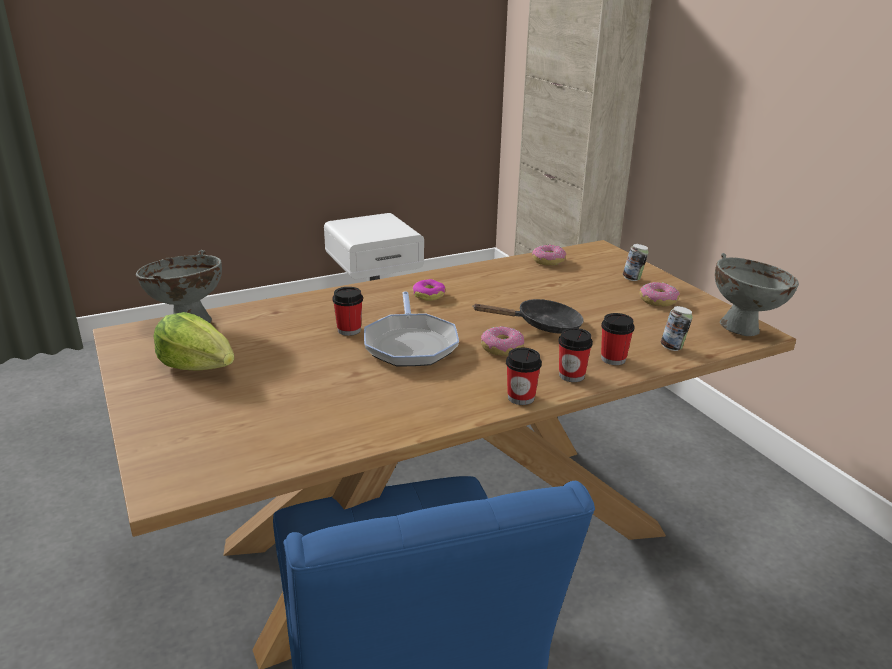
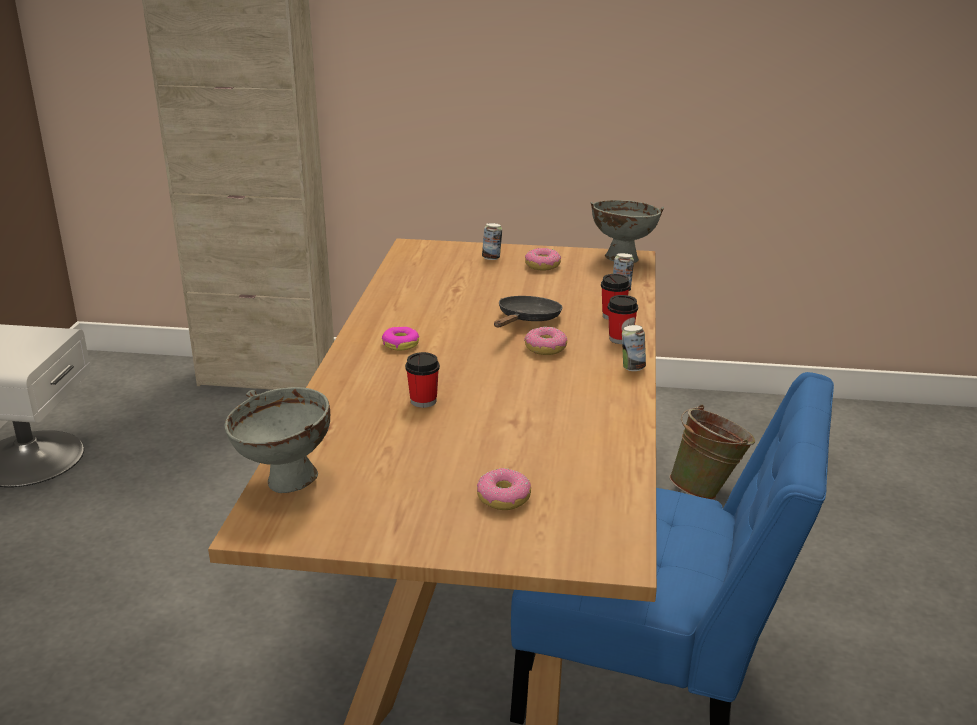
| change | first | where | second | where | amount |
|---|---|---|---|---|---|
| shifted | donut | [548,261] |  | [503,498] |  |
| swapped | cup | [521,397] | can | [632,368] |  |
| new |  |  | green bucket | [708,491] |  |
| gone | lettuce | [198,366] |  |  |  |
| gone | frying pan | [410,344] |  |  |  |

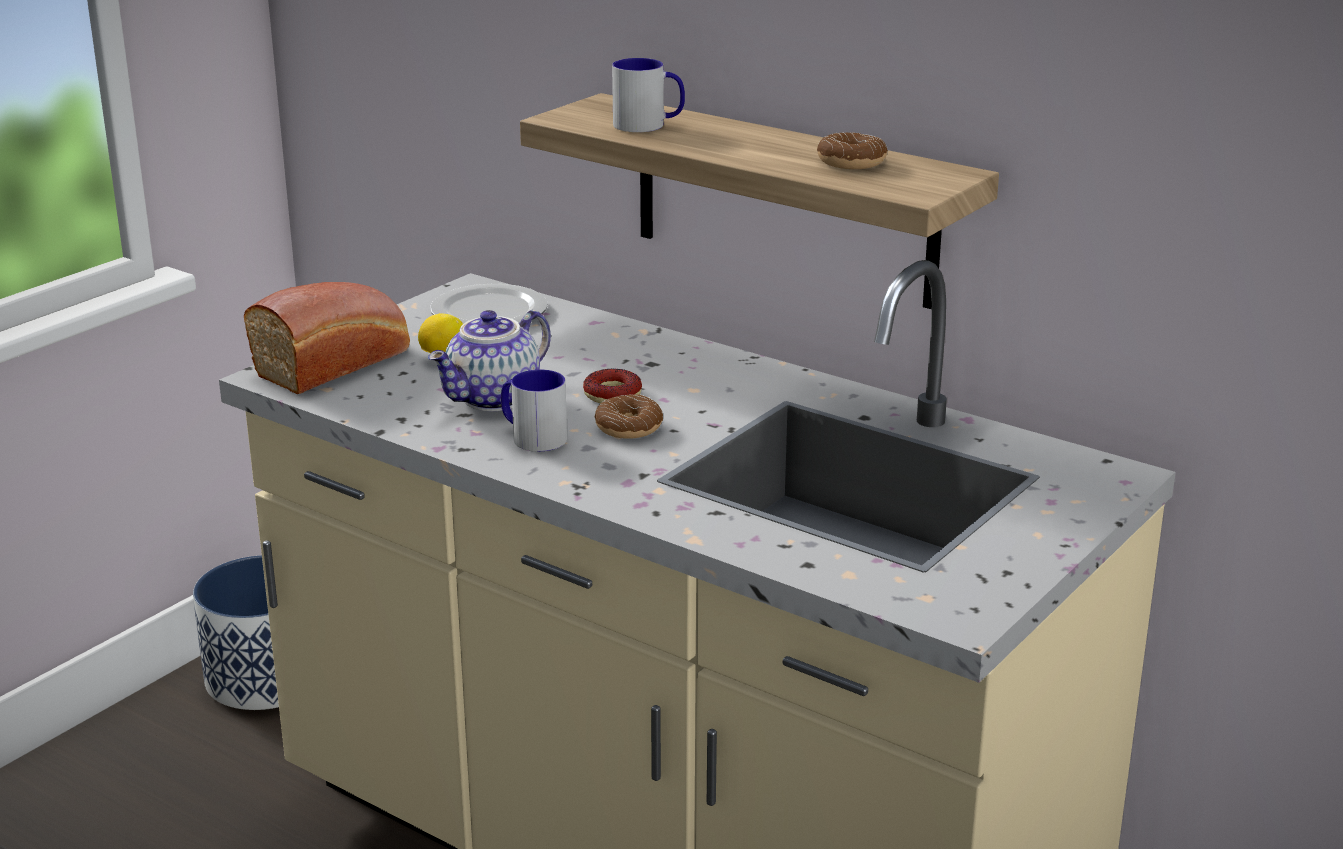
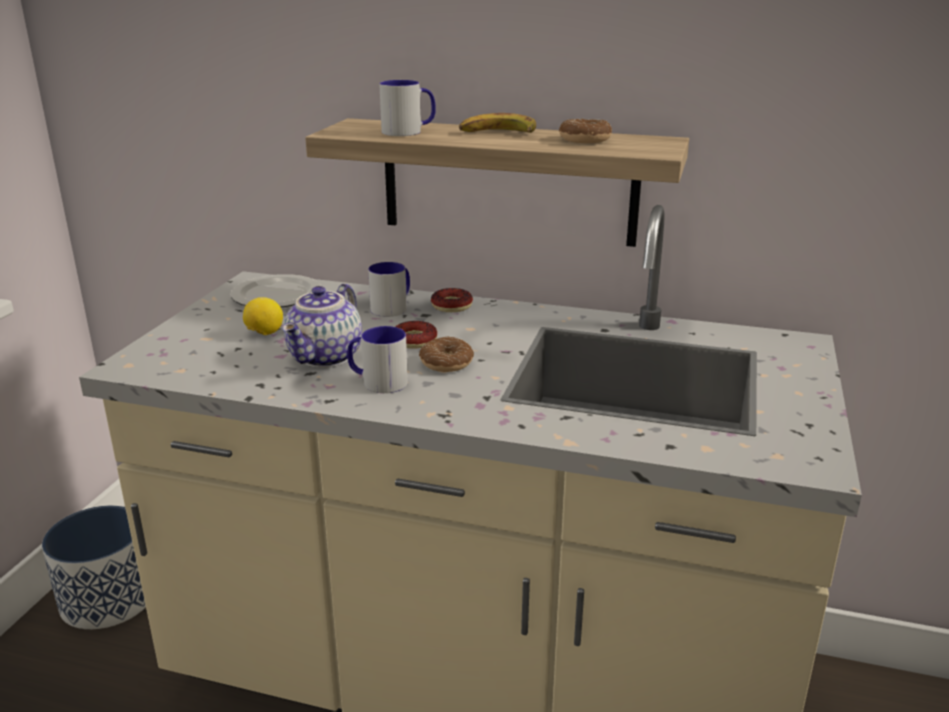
| change | first | where | second | where | amount |
|---|---|---|---|---|---|
| new |  |  | mug | [393,307] |  |
| new |  |  | donut | [452,306] |  |
| new |  |  | banana | [497,133] |  |
| gone | bread | [336,363] |  |  |  |

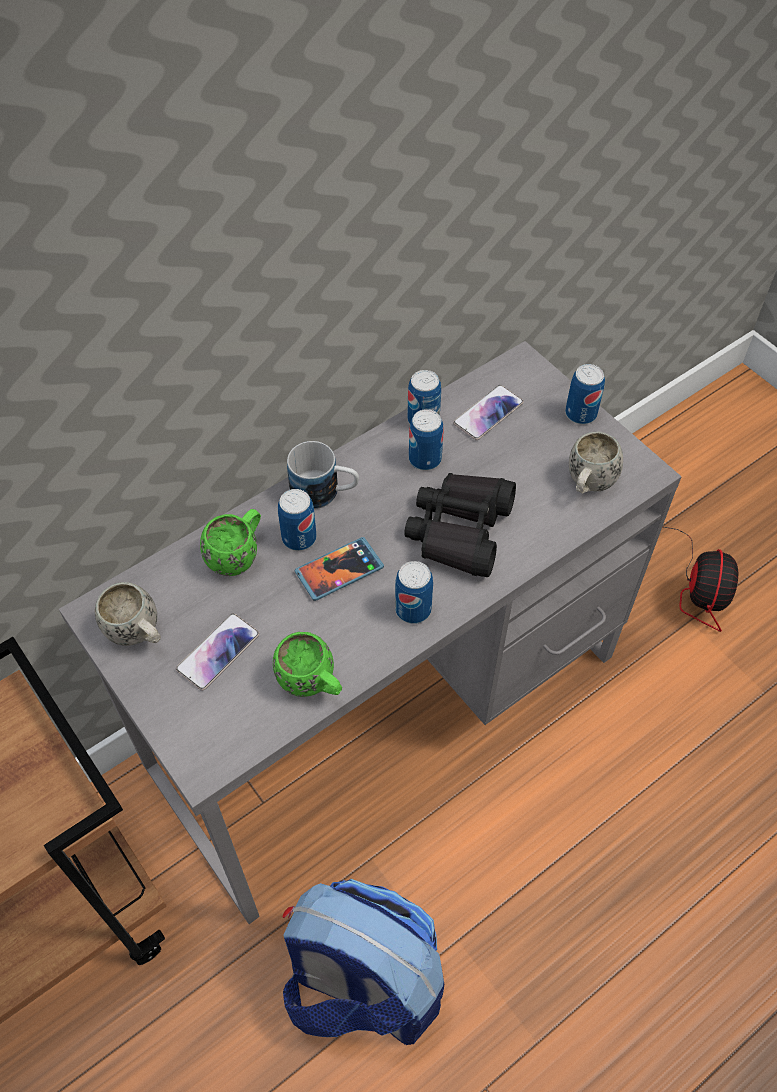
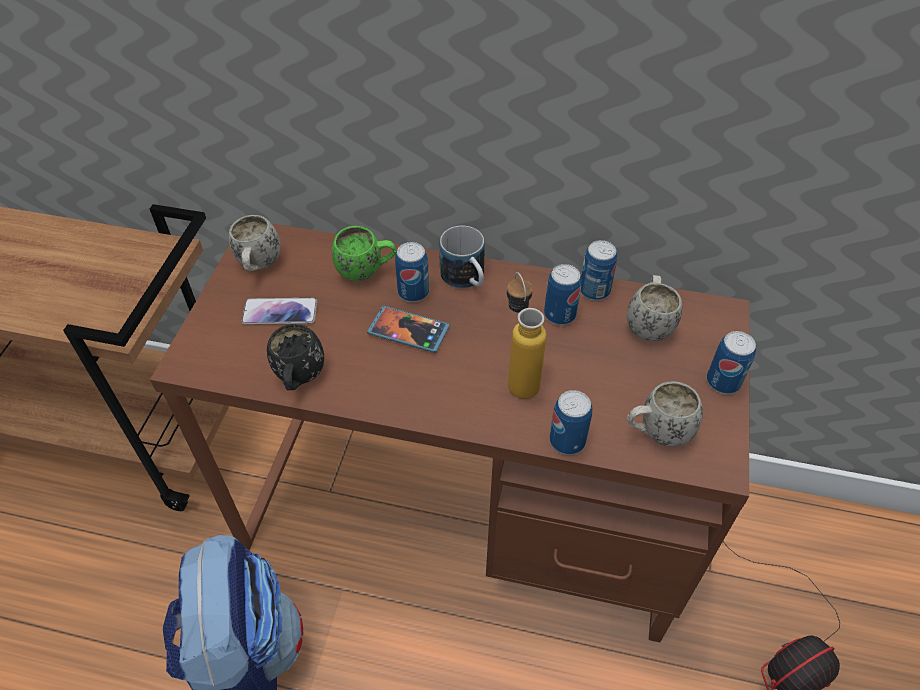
| change | first | where | second | where | amount |
|---|---|---|---|---|---|
| repainted | grey desk | [386,709] | brown desk | [462,514] |  |
| repainted | green mug | [312,684] | black mug | [299,379] |  |
| swapped | black binoculars | [460,530] | bottle | [518,377] |  |
| shifted | can | [413,609] |  | [567,441] |  |
| swapped | phone | [488,413] | white mug | [648,323] |  |

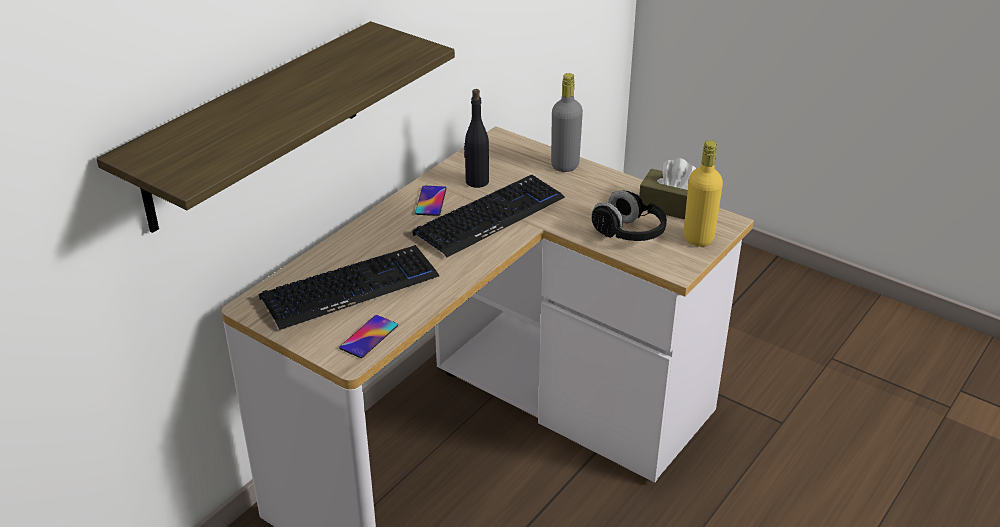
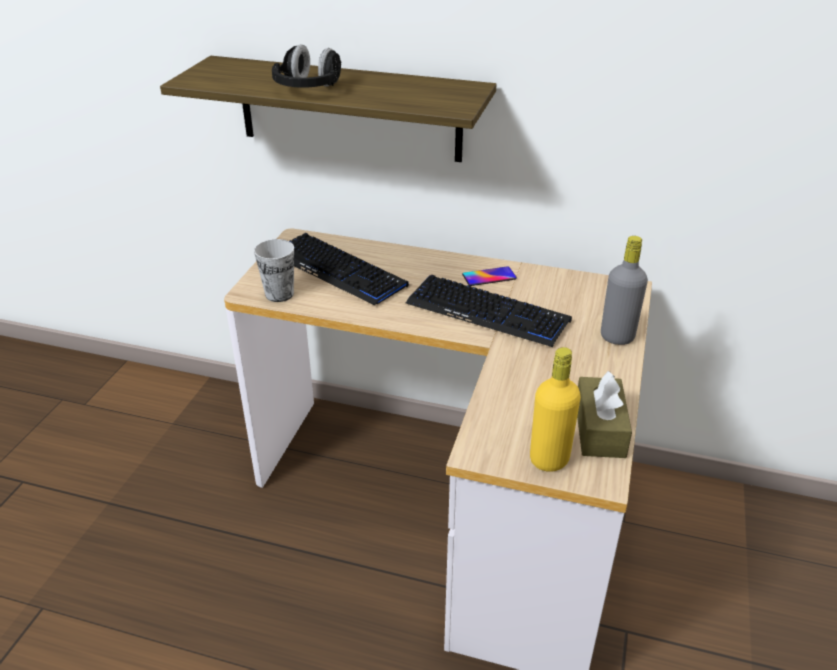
| change | first | where | second | where | amount |
|---|---|---|---|---|---|
| swapped | phone | [369,337] | cup | [279,294] |  |
| shifted | black headphones | [628,233] |  | [309,89] |  |
| gone | black bottle | [476,181] |  |  |  |

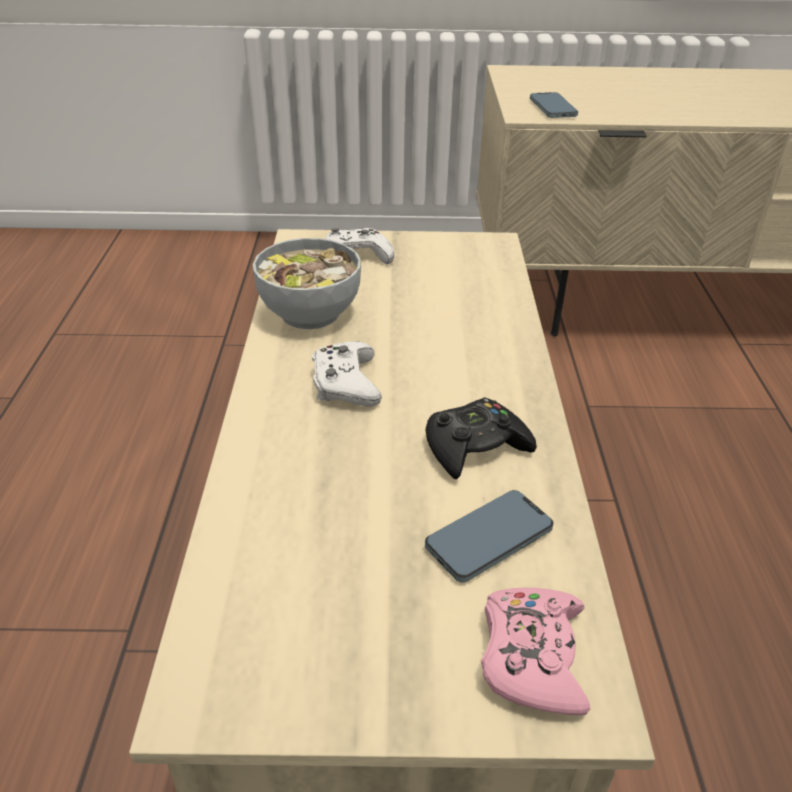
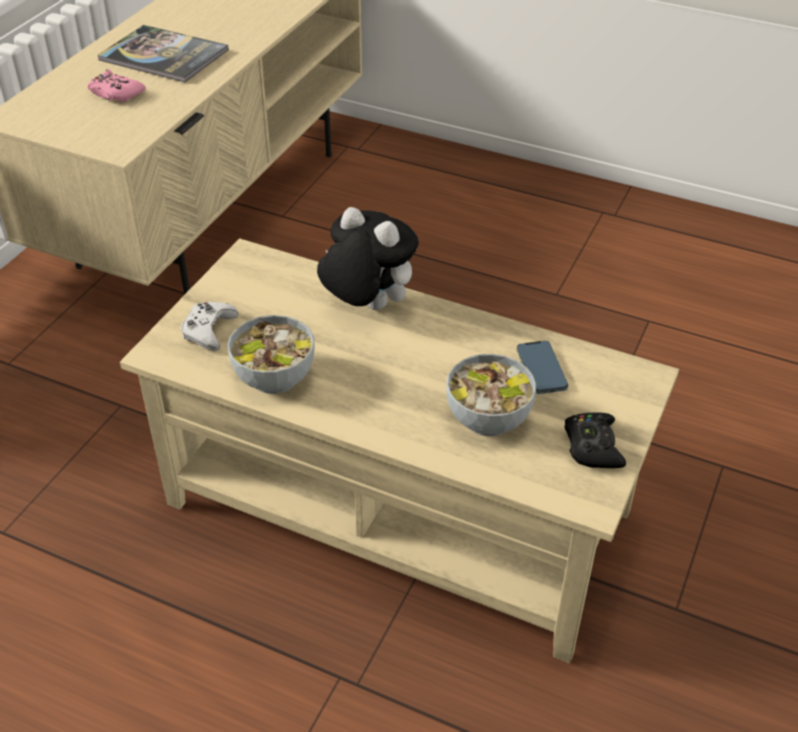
| change | first | where | second | where | amount |
|---|---|---|---|---|---|
| shifted | pink game controller | [532,656] |  | [115,93] |  |
| new |  |  | book | [164,55] |  |
| new |  |  | plush toy | [366,306] |  |
| new |  |  | bowl | [488,418] |  |
| shifted | black game controller | [475,446] |  | [592,446] |  |
| gone | white game controller | [345,383] |  |  |  |
| gone | phone | [552,109] |  |  |  |

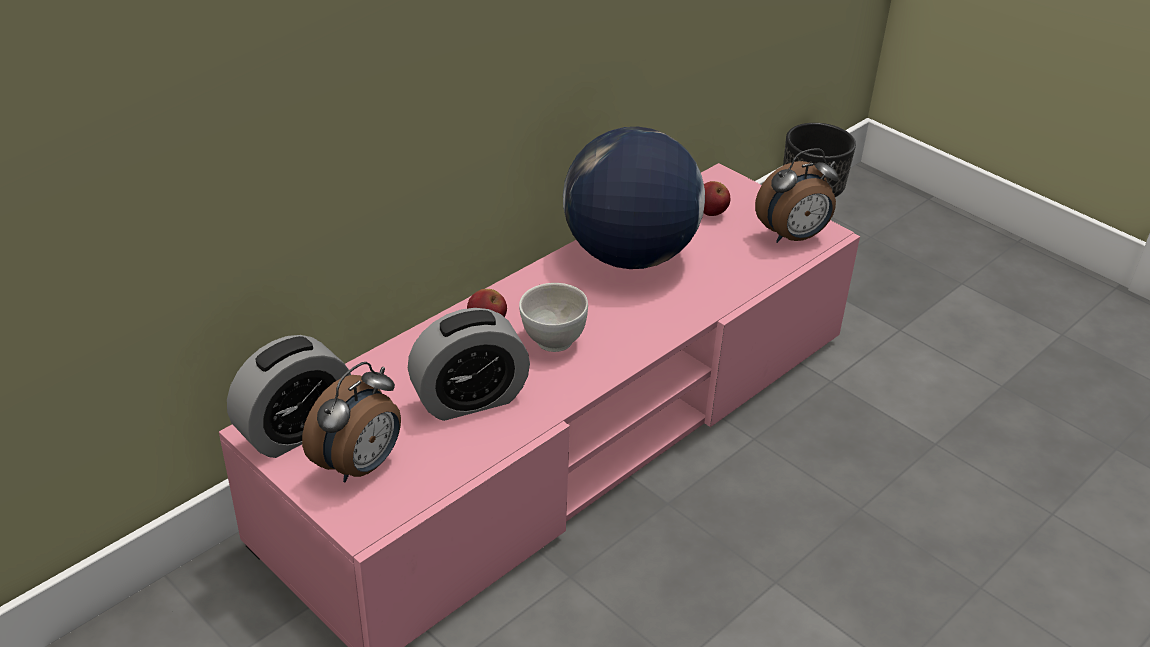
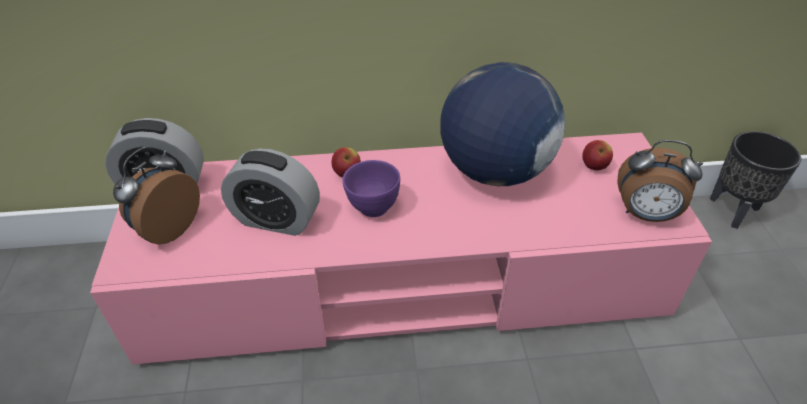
| change | first | where | second | where | amount |
|---|---|---|---|---|---|
| rotated | alarm clock | [360,465] |  | [167,228] | 135 degrees clockwise |
| repainted | white bowl | [552,341] | purple bowl | [372,207] |  |

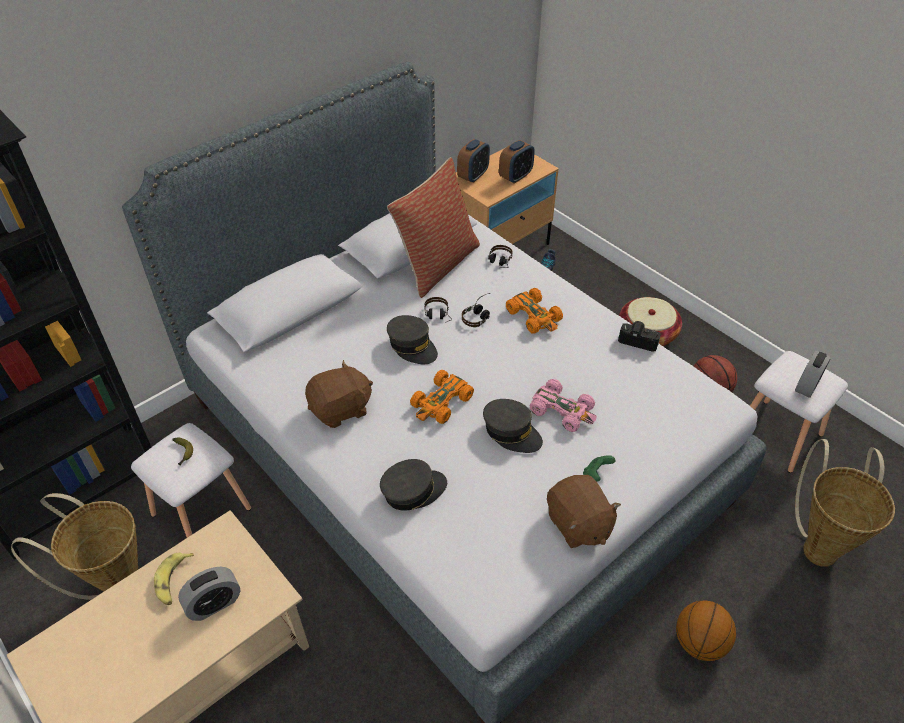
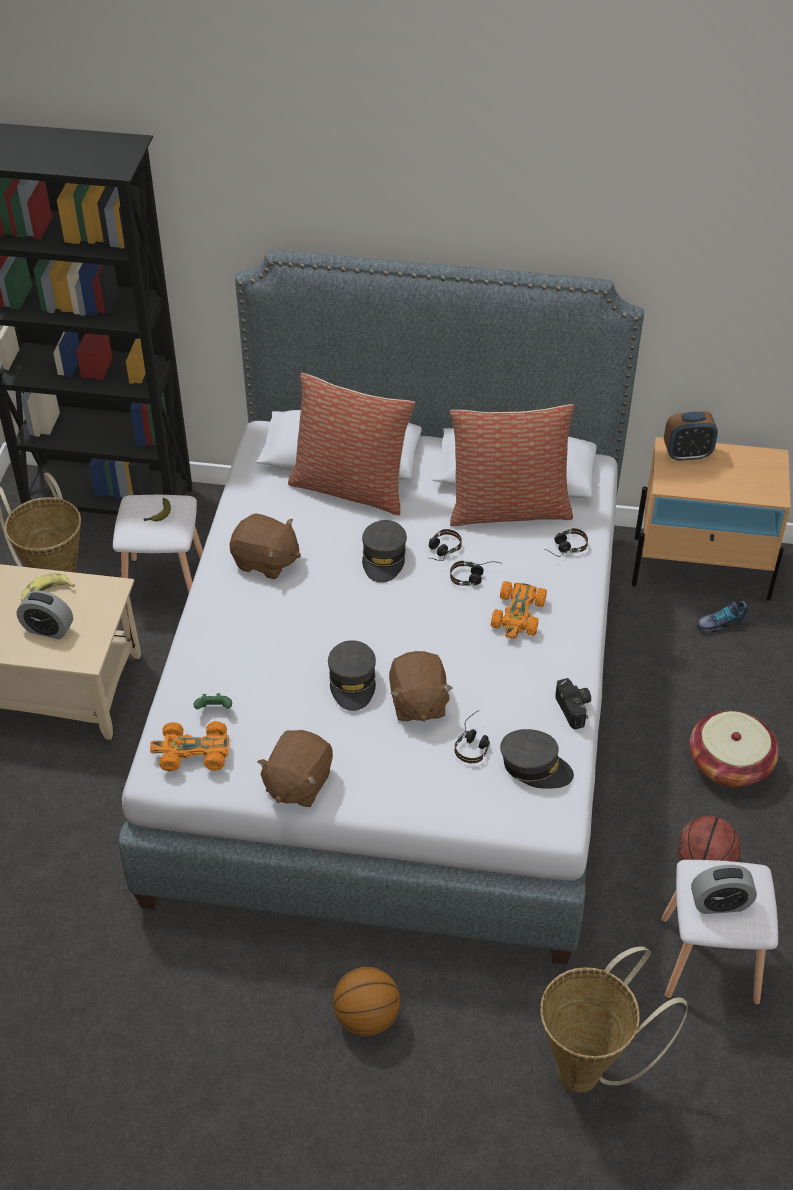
| change | first | where | second | where | amount |
|---|---|---|---|---|---|
| shifted | orange toy car | [441,402] |  | [193,753] |  |
| shifted | green game controller | [596,474] |  | [214,709] |  |
| new |  |  | pillow | [351,487] |  |
| swapped | pink toy car | [562,410] | brown plush toy | [417,703] |  |
| new |  |  | headphones | [474,743] |  |
| shifted | grey cap | [413,491] |  | [535,767] |  |
| gone | alarm clock | [515,177] |  |  |  |

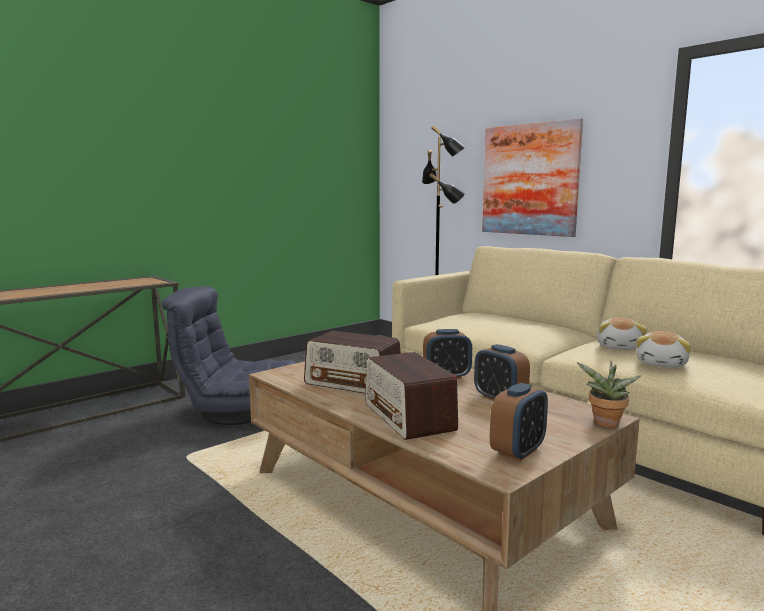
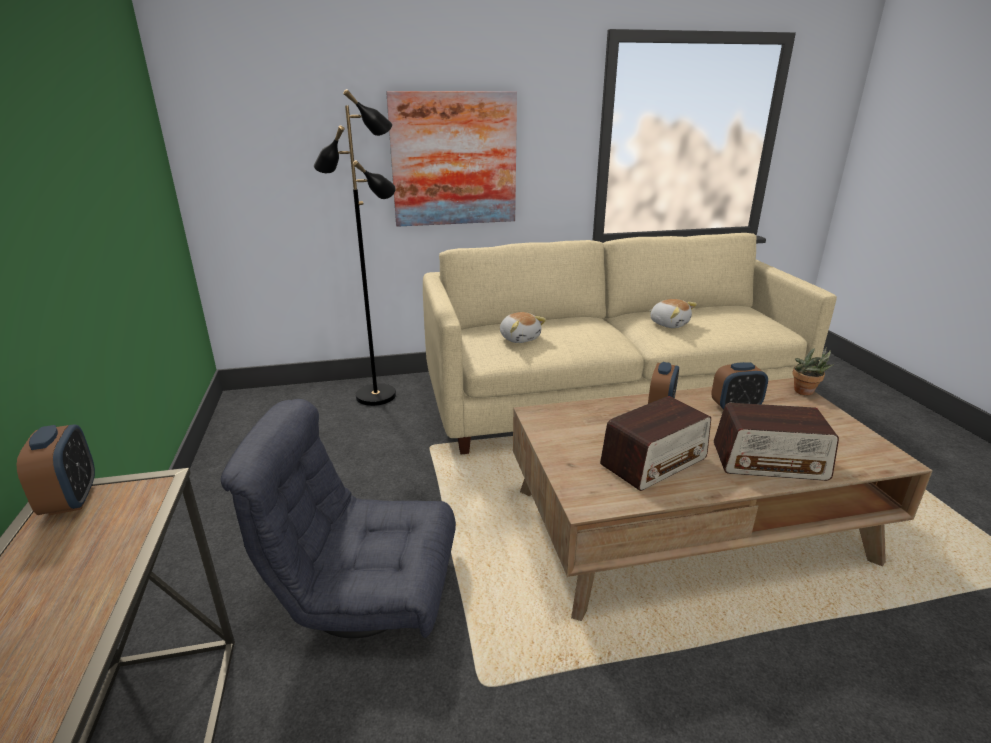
| change | first | where | second | where | amount |
|---|---|---|---|---|---|
| shifted | alarm clock | [518,451] |  | [71,499] |  |
| rotated | grey armchair | [239,411] |  | [365,592] | 60 degrees clockwise |
| shifted | plush toy | [662,364] |  | [520,338] |  |

